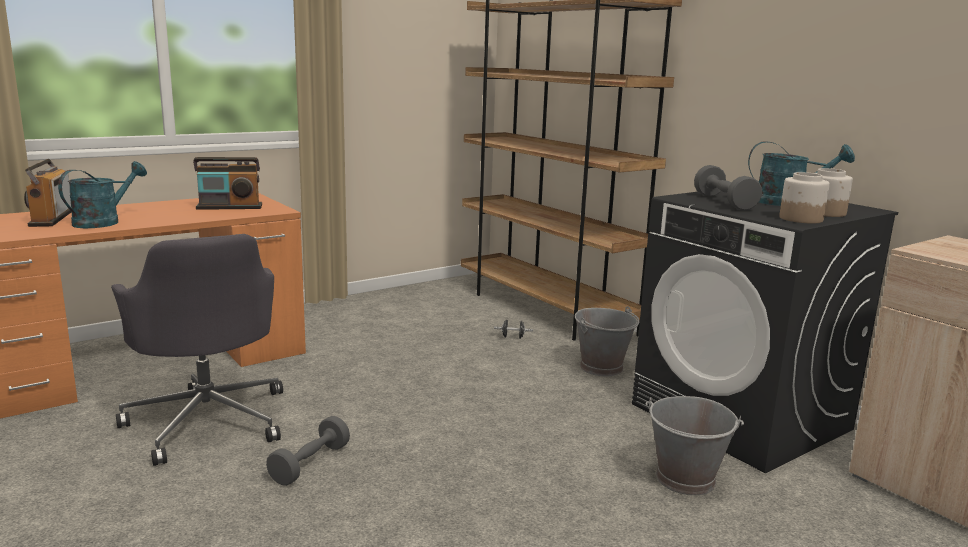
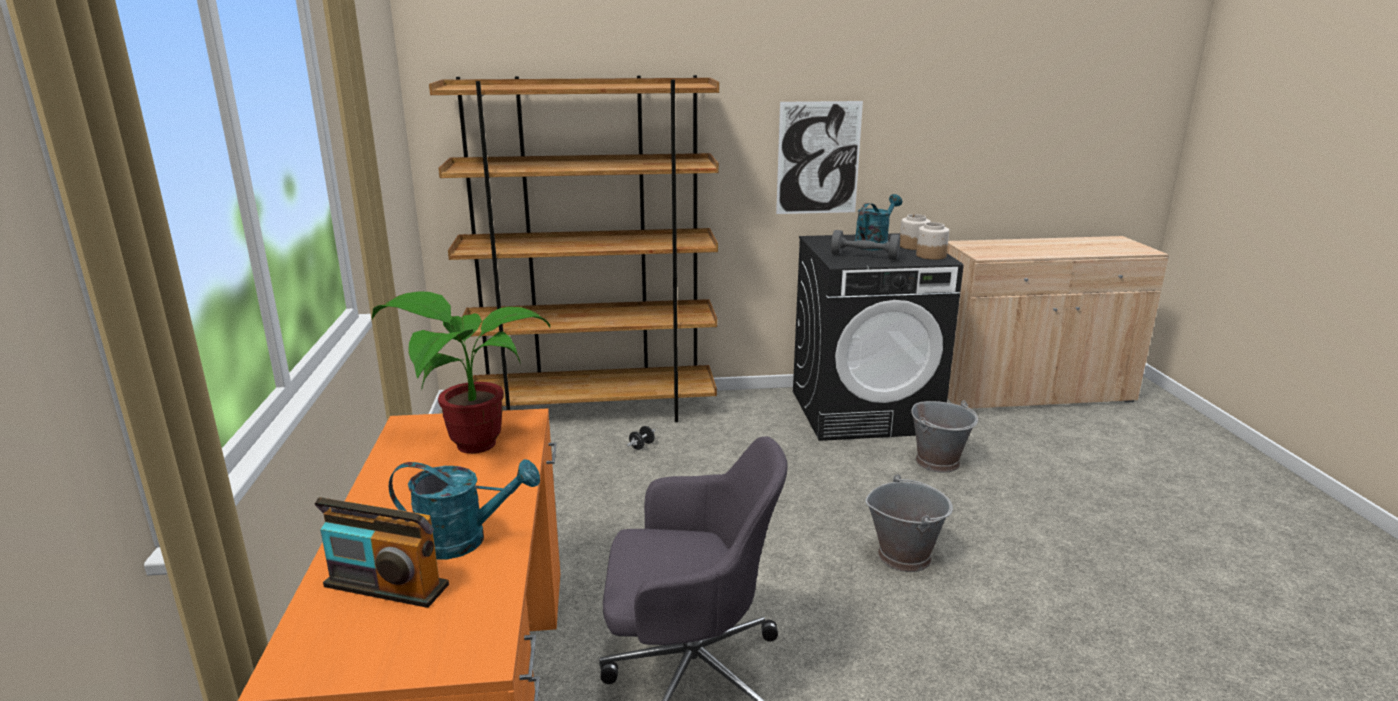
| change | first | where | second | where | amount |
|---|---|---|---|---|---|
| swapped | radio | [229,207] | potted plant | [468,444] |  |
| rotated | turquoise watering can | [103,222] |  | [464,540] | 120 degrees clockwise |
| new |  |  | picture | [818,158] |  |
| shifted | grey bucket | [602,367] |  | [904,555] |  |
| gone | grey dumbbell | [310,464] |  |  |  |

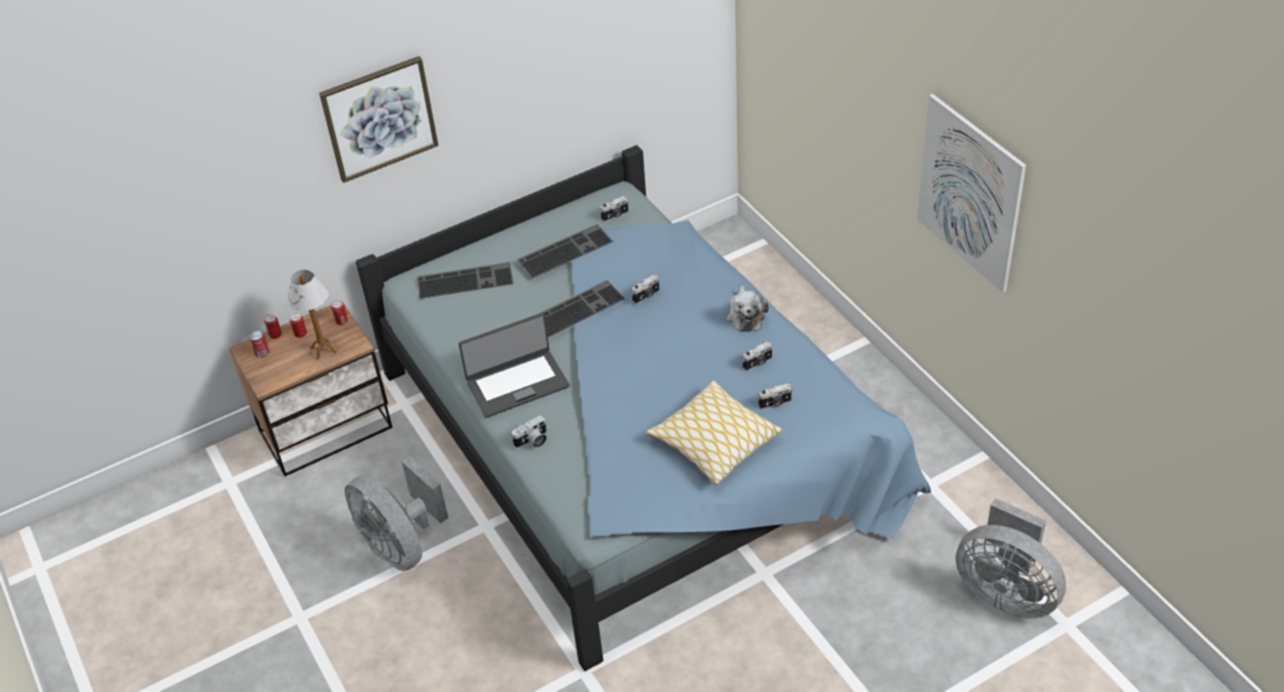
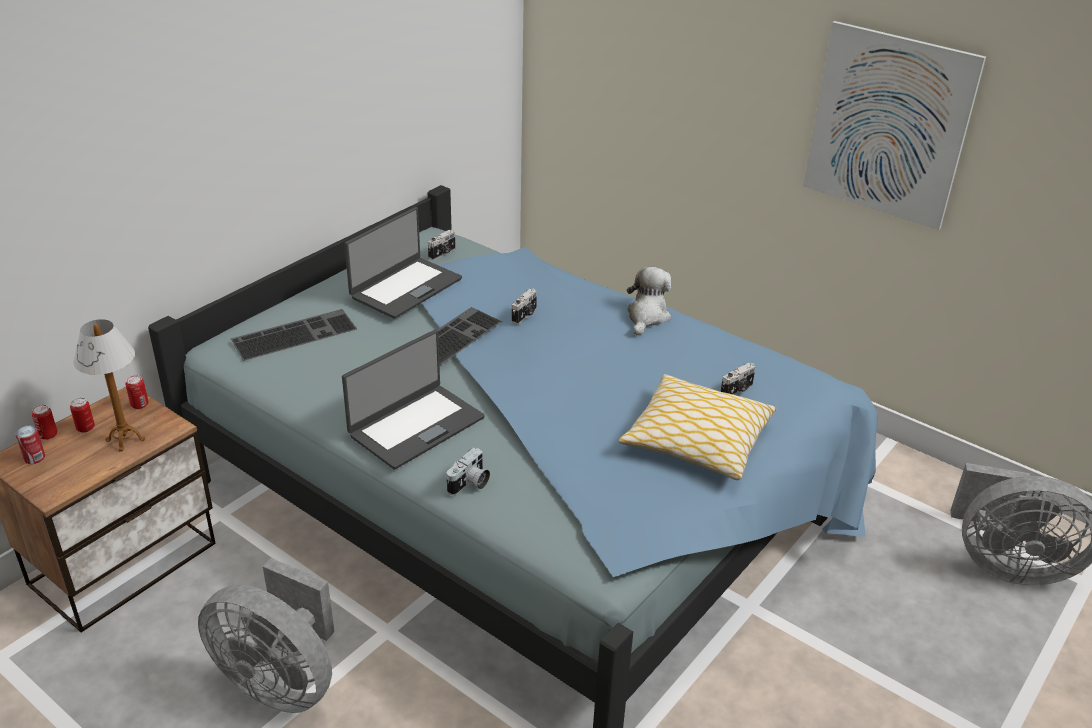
| change | first | where | second | where | amount |
|---|---|---|---|---|---|
| swapped | keyboard | [565,250] | laptop | [405,287] |  |
| rotated | plush toy | [746,316] |  | [647,317] | 135 degrees counterclockwise |
| gone | picture | [379,118] |  |  |  |
| gone | photo camera | [758,363] |  |  |  |

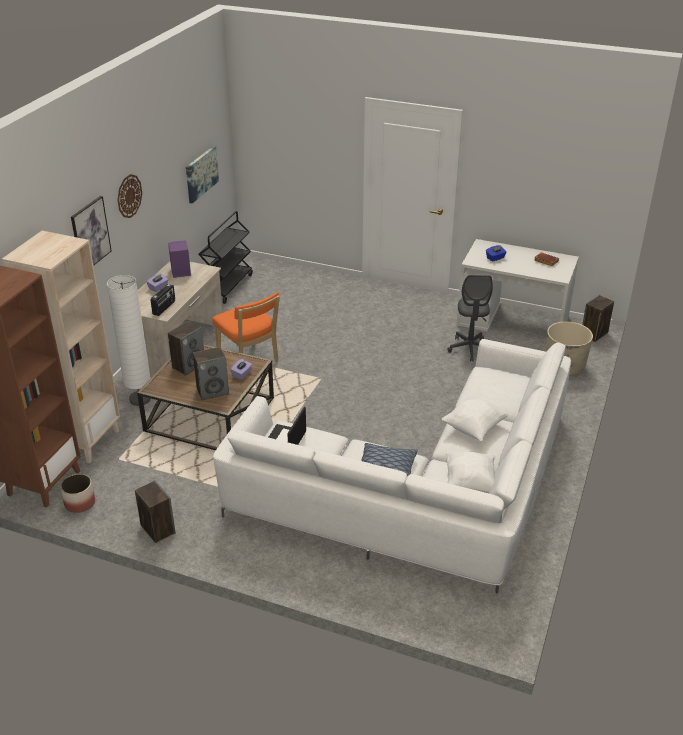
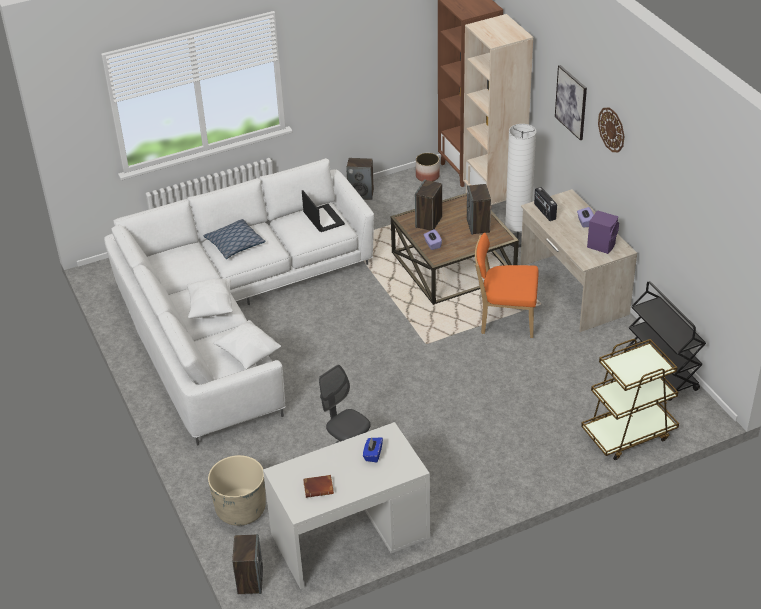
| change | first | where | second | where | amount |
|---|---|---|---|---|---|
| shifted | white pillow | [470,483] |  | [248,354] |  |
| new |  |  | brown cart | [628,434] |  |
| gone | picture | [201,174] |  |  |  |

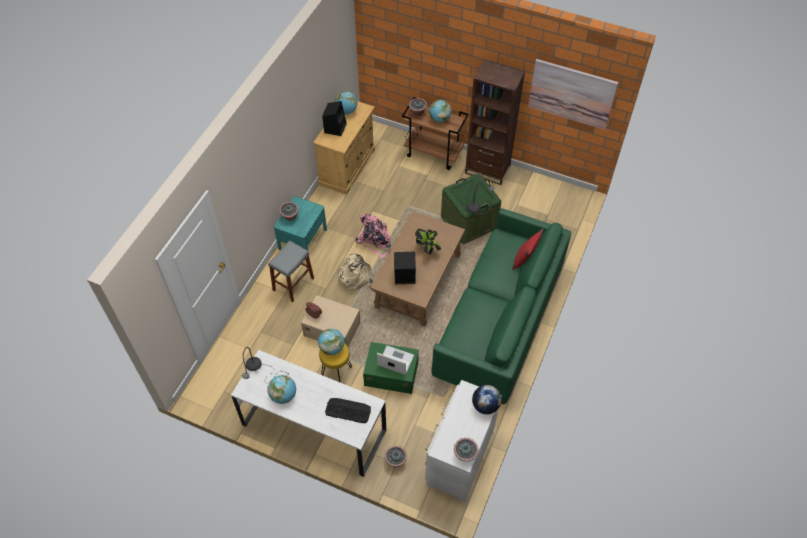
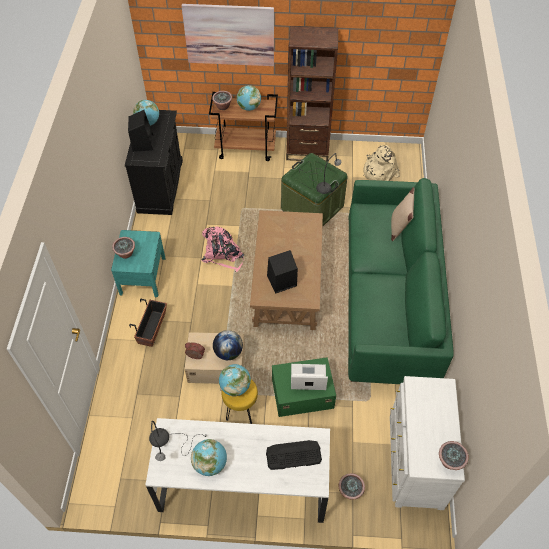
| change | first | where | second | where | amount |
|---|---|---|---|---|---|
| repainted | beige cabinet | [347,167] | black cabinet | [160,186] |  |
| swapped | grey stool | [293,284] | planter | [152,328] |  |
| shifted | picture | [571,94] |  | [229,35] |  |
| shifted | globe | [485,406] |  | [228,352] |  |
| shifted | beige backpack | [355,276] |  | [378,172] |  |
| repainted | red pillow | [525,259] | beige pillow | [399,226] |  |
| gone | potted plant | [427,249] |  |  |  |

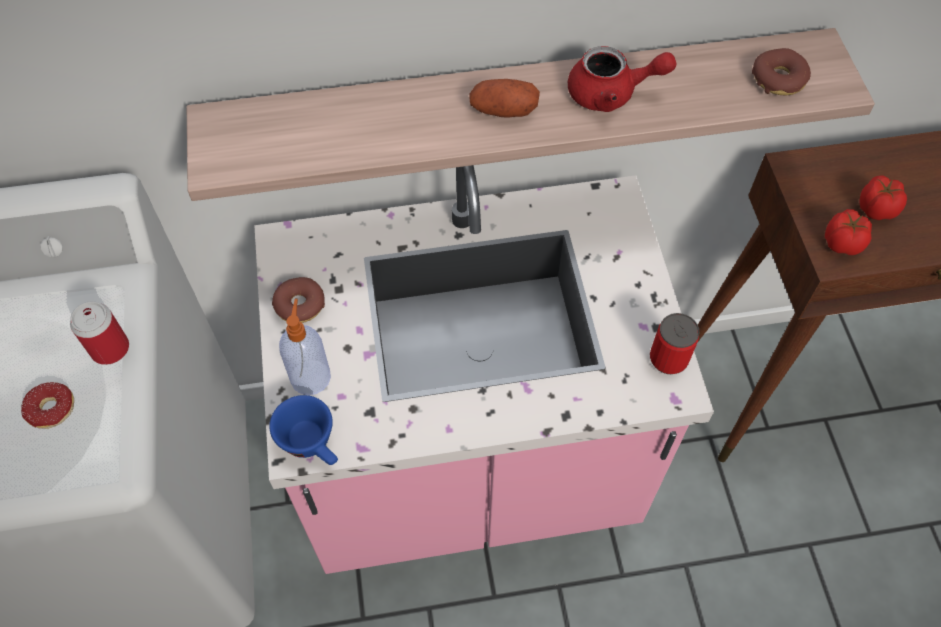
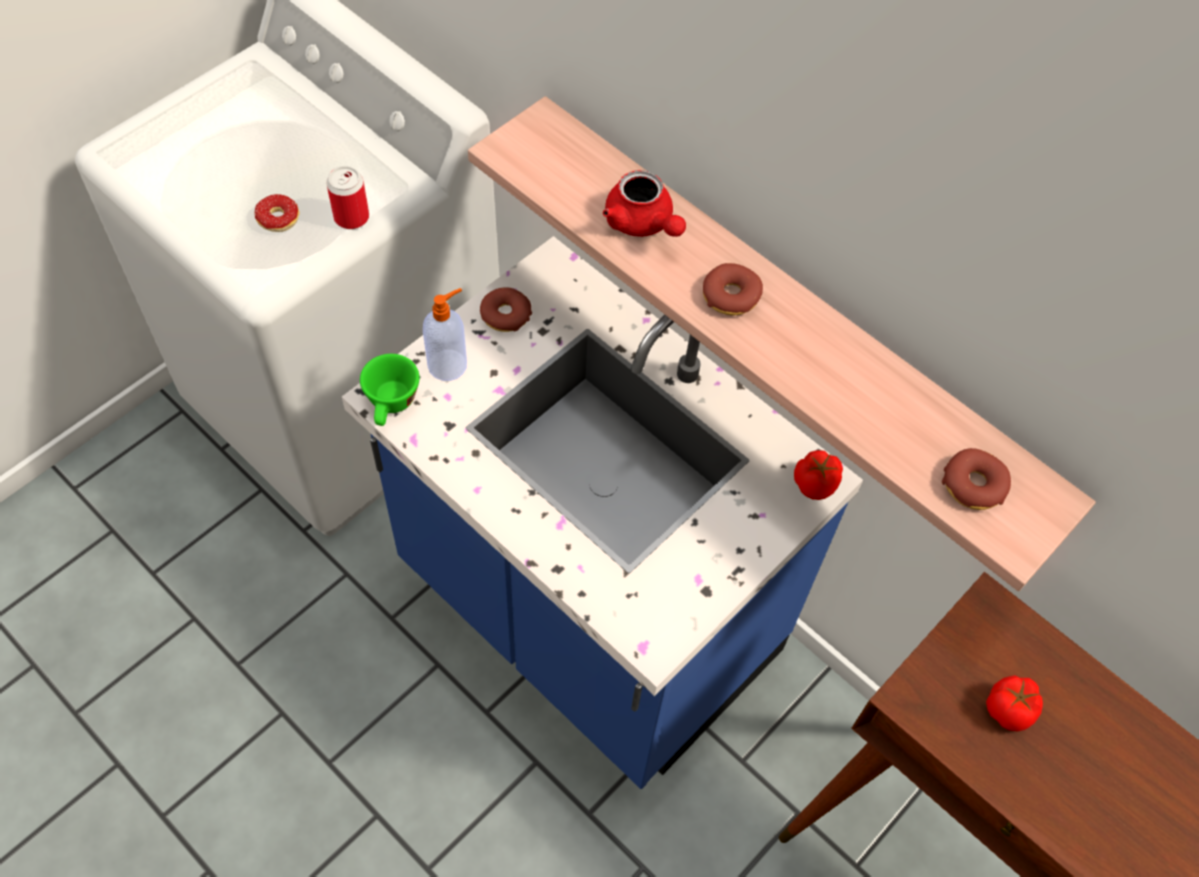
| change | first | where | second | where | amount |
|---|---|---|---|---|---|
| repainted | pink counter | [470,472] | blue counter | [586,615] |  |
| repainted | blue cup | [313,444] | green cup | [392,405] |  |
| shifted | red teapot | [611,94] |  | [642,224] |  |
| swapped | potato | [503,110] | donut | [730,296] |  |
| shifted | tomato | [842,242] |  | [816,483] |  |
| gone | can | [668,359] |  |  |  |

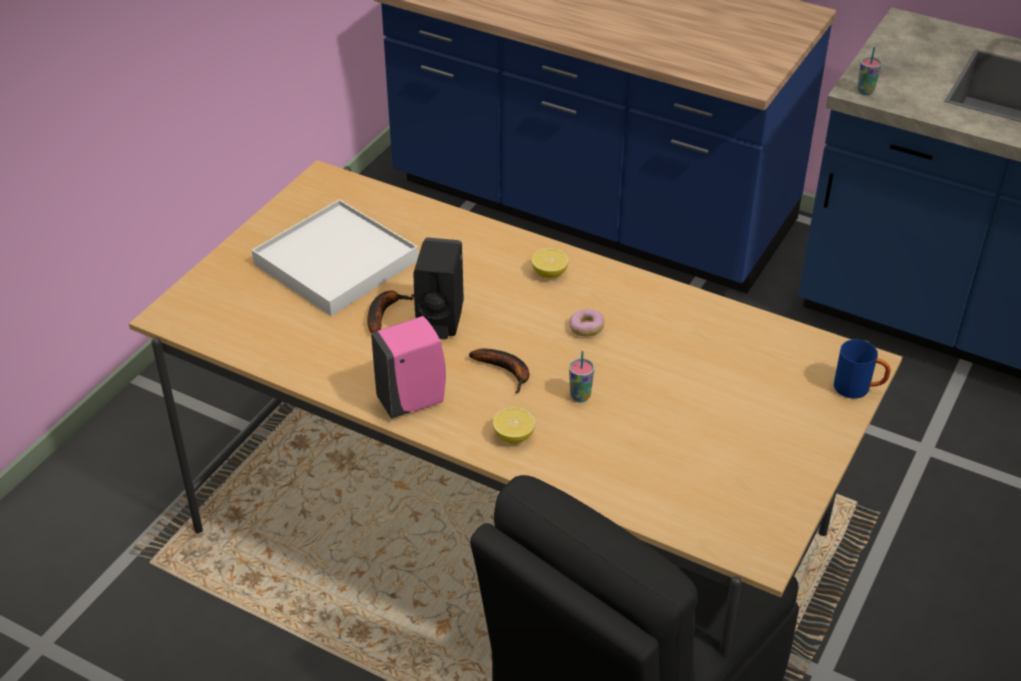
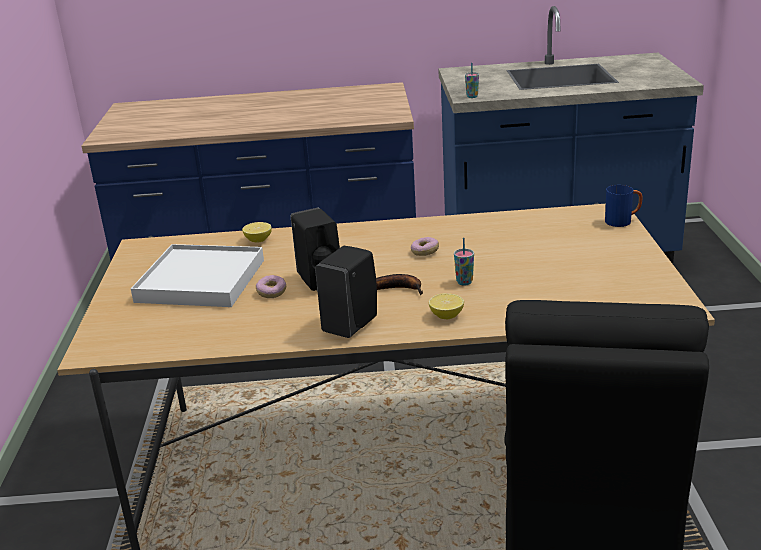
| change | first | where | second | where | amount |
|---|---|---|---|---|---|
| shifted | lemon | [549,273] |  | [258,240] |  |
| swapped | banana | [384,314] | donut | [271,293] |  |
| repainted | pink soap dispenser | [413,401] | black soap dispenser | [351,325] |  |

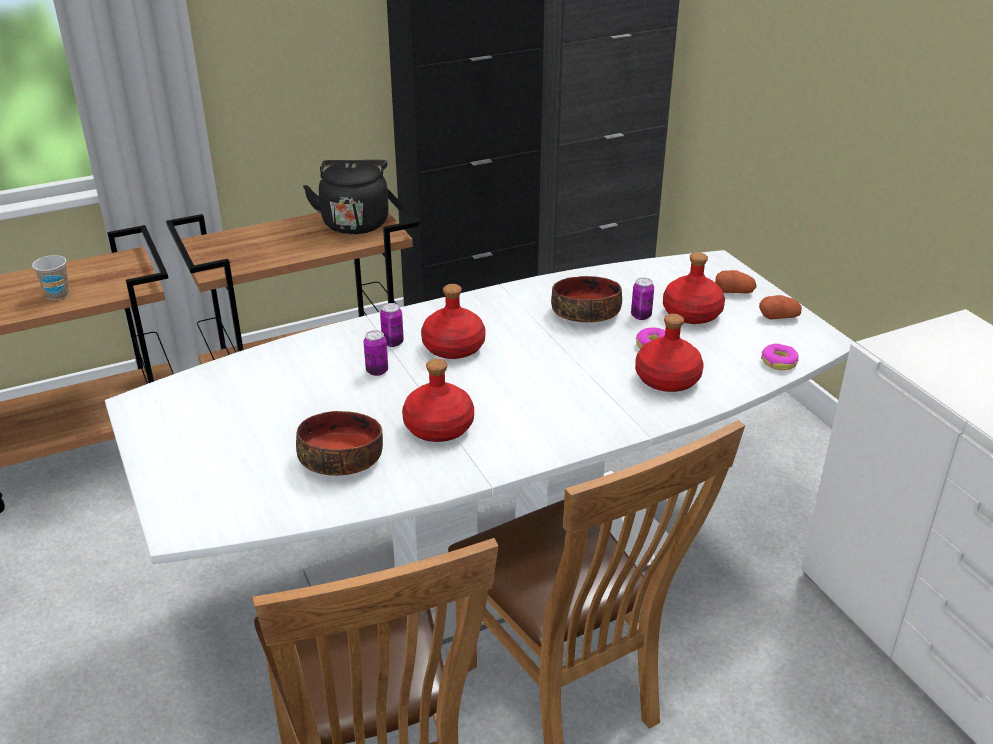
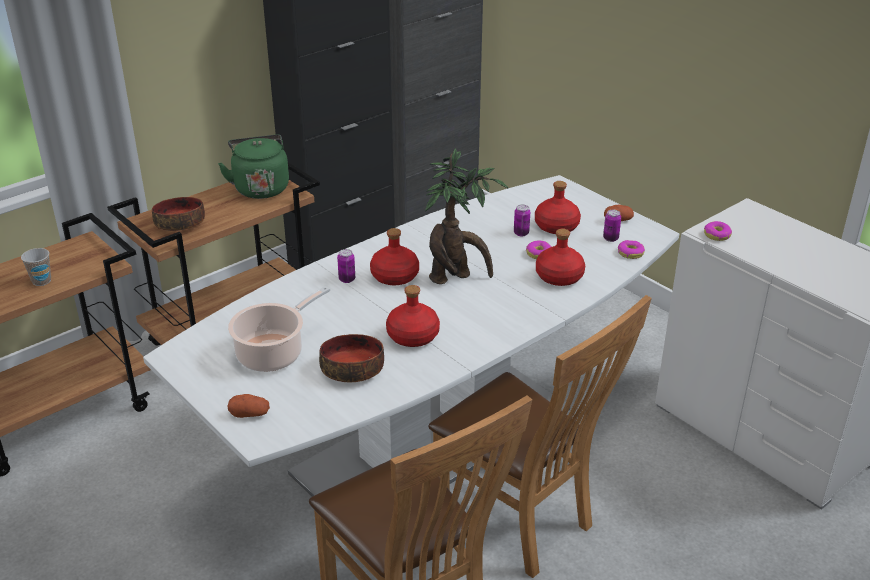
| change | first | where | second | where | amount |
|---|---|---|---|---|---|
| shifted | bowl | [586,312] |  | [180,223] |  |
| repainted | black kettle | [355,222] | green kettle | [260,187] |  |
| shifted | potato | [734,291] |  | [249,414] |  |
| new |  |  | cooking pot | [273,353] |  |
| new |  |  | potted plant | [456,277] |  |
| shifted | can | [377,371] |  | [610,238] |  |
| new |  |  | donut | [717,235] |  |

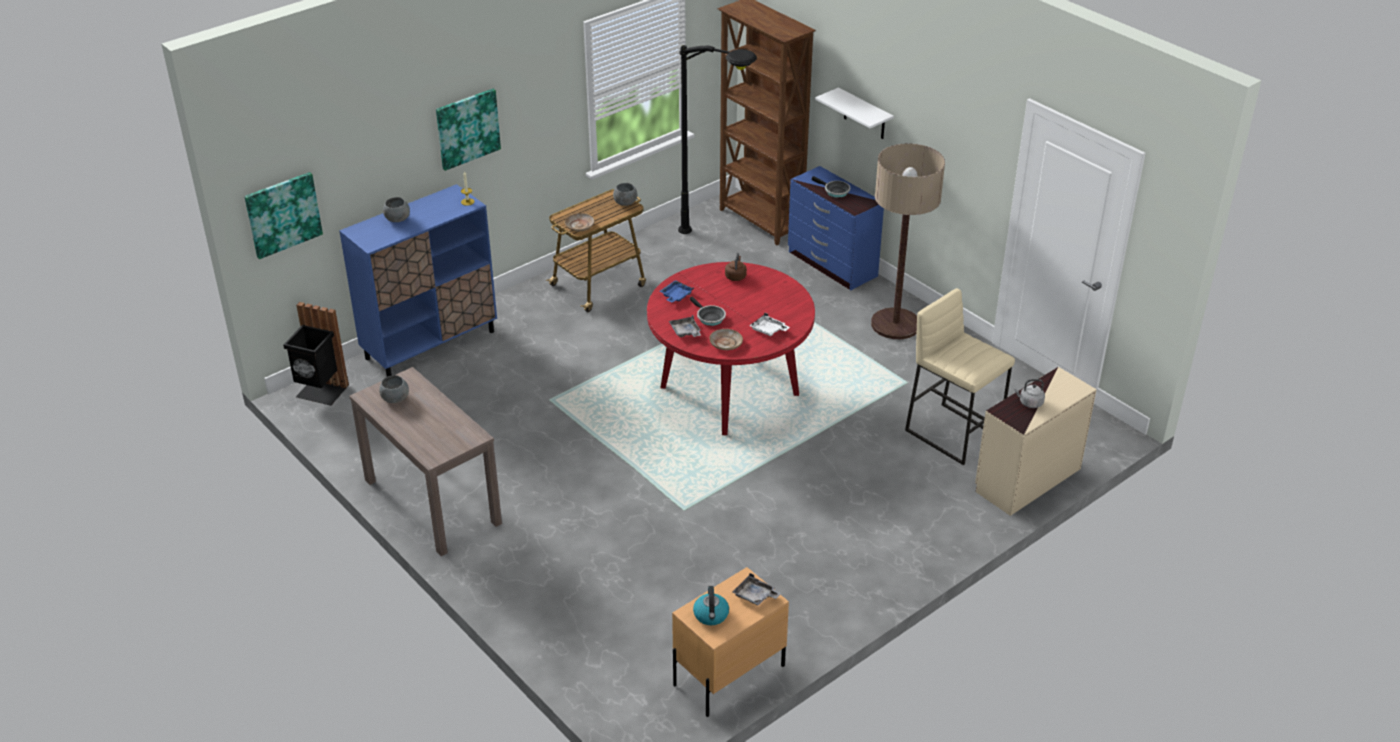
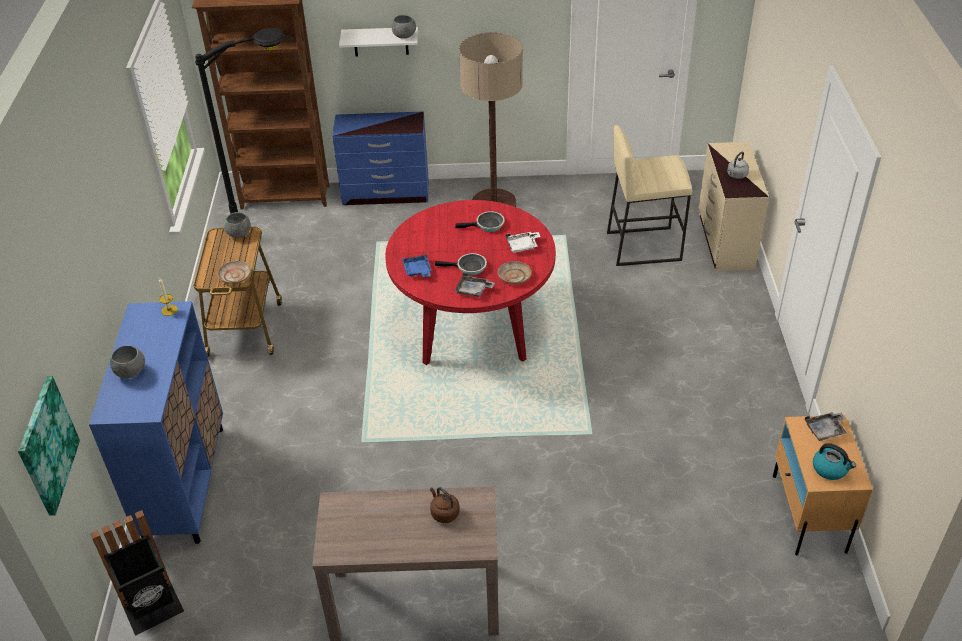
| change | first | where | second | where | amount |
|---|---|---|---|---|---|
| shifted | grey bowl | [395,399] |  | [404,36] |  |
| shifted | brown kettle | [735,276] |  | [444,513] |  |
| shifted | frying pan | [835,191] |  | [487,225] |  |
| gone | picture | [467,128] |  |  |  |

